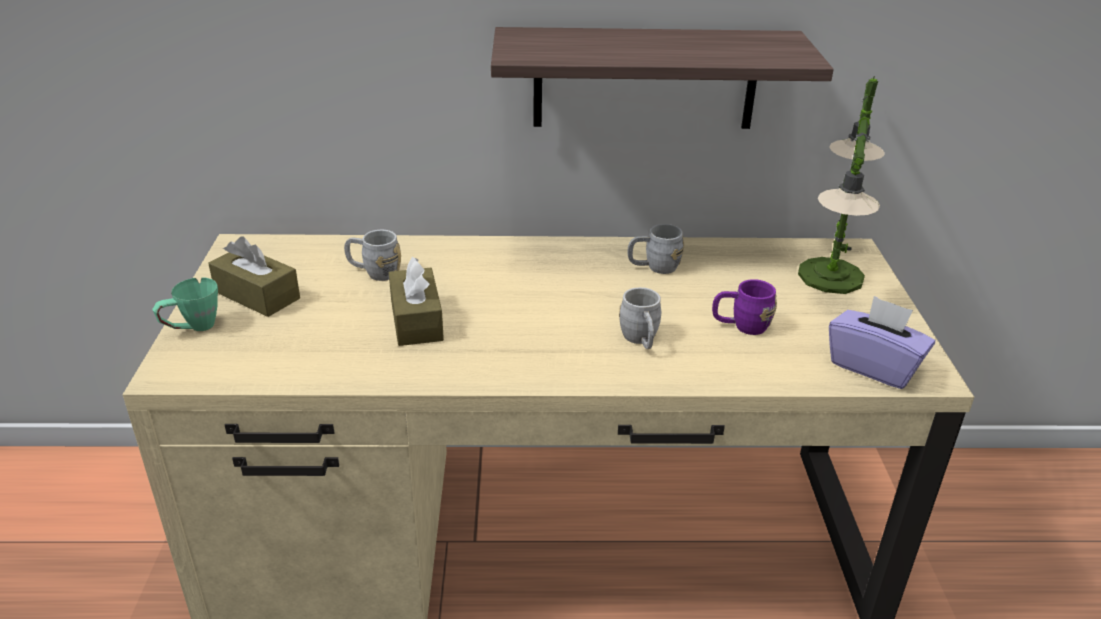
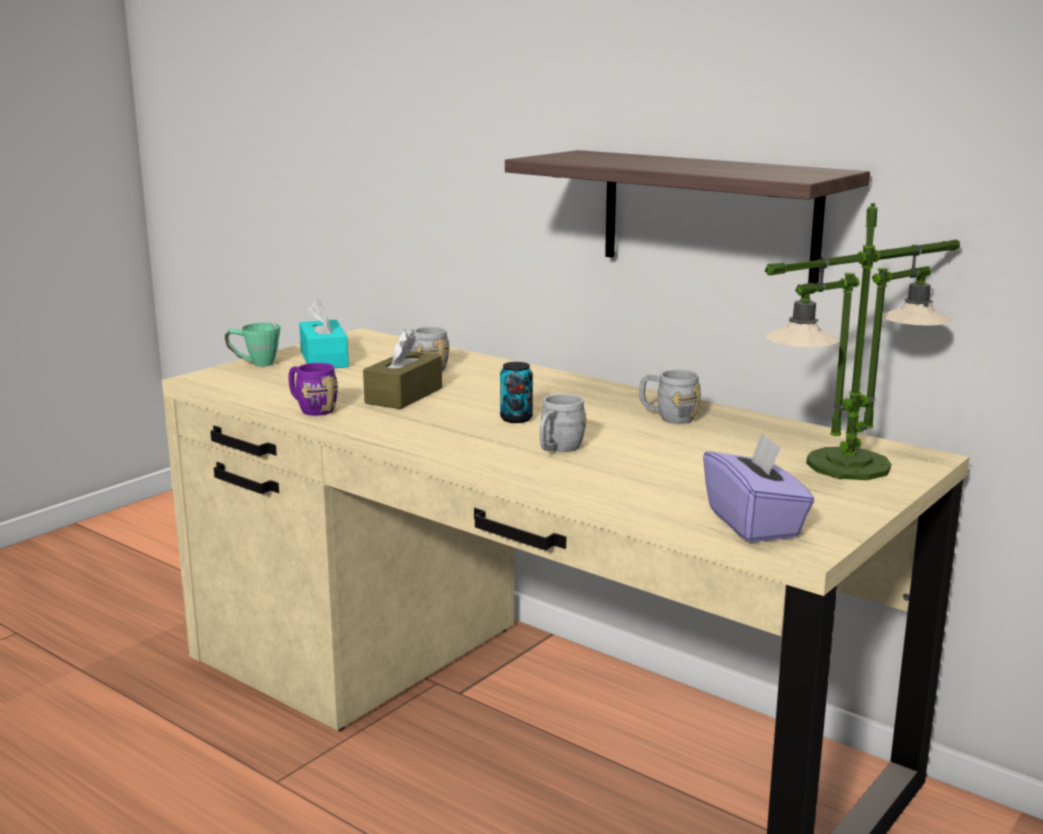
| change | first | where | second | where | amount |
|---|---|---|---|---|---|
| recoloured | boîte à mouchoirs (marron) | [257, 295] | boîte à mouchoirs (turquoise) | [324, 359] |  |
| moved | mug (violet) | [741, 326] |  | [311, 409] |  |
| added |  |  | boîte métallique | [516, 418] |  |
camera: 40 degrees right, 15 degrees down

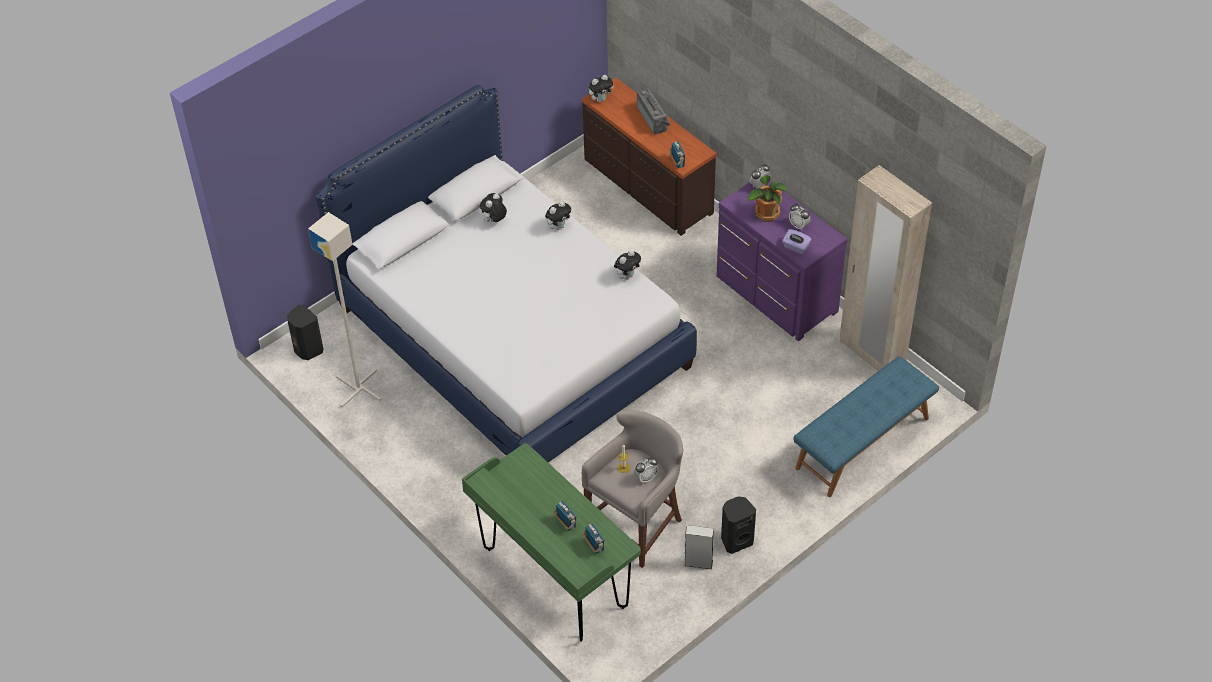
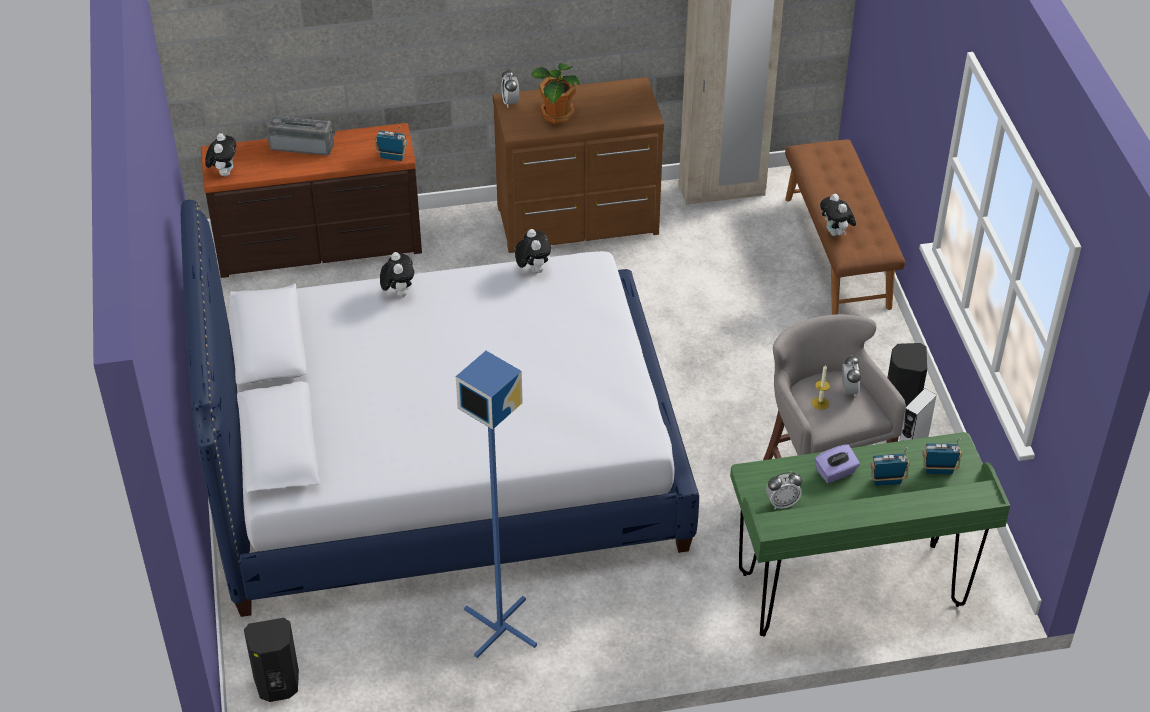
| change | first | where | second | where | amount |
|---|---|---|---|---|---|
| removed | lampadaire (gris) | [359, 388] |  |  |  |
| moved | peluche | [494, 221] |  | [836, 233] |  |
| recoloured | commode (violet) | [775, 296] | commode (marron) | [579, 222] |  |
| moved | boîte à mouchoirs (violet) | [796, 247] |  | [835, 472] |  |
| moved | réveil | [798, 225] |  | [782, 503] |  |
| recoloured | banc (bleu) | [863, 444] | banc (marron) | [838, 252] |  |
| added |  |  | lampadaire (bleu) | [500, 626] |  |
camera: 60 degrees left, 5 degrees down

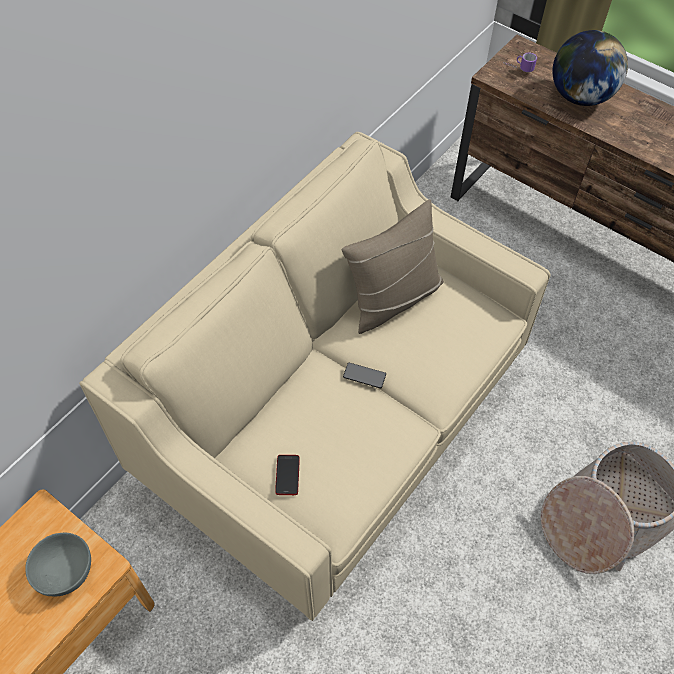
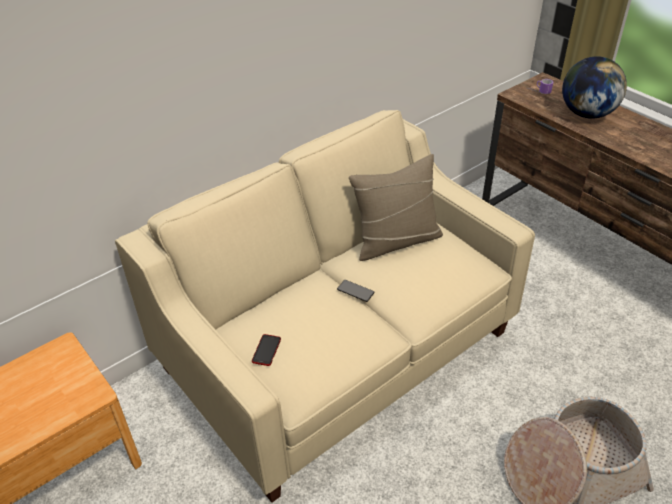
| change | first | where | second | where | amount |
|---|---|---|---|---|---|
| removed | bol (gris) | [63, 573] |  |  |  |
camera: 15 degrees right, 15 degrees down

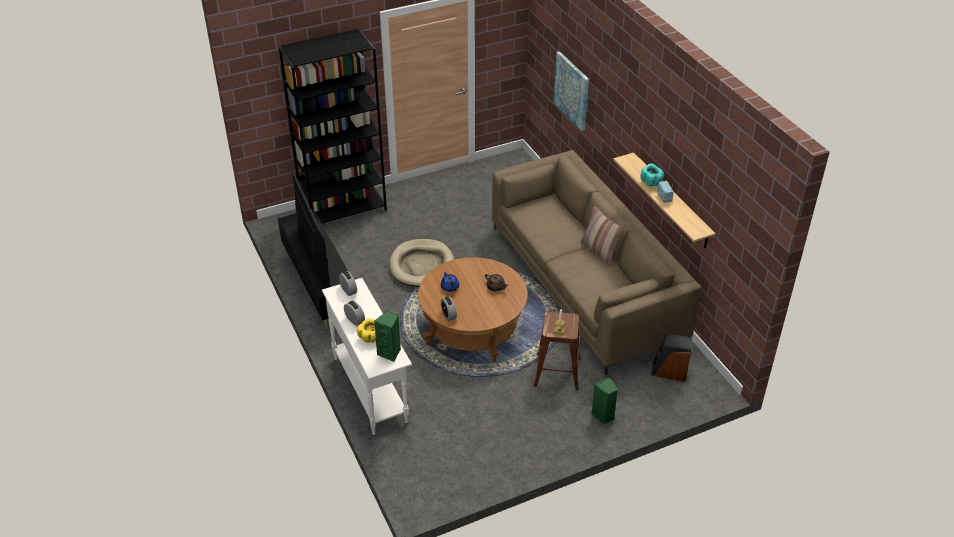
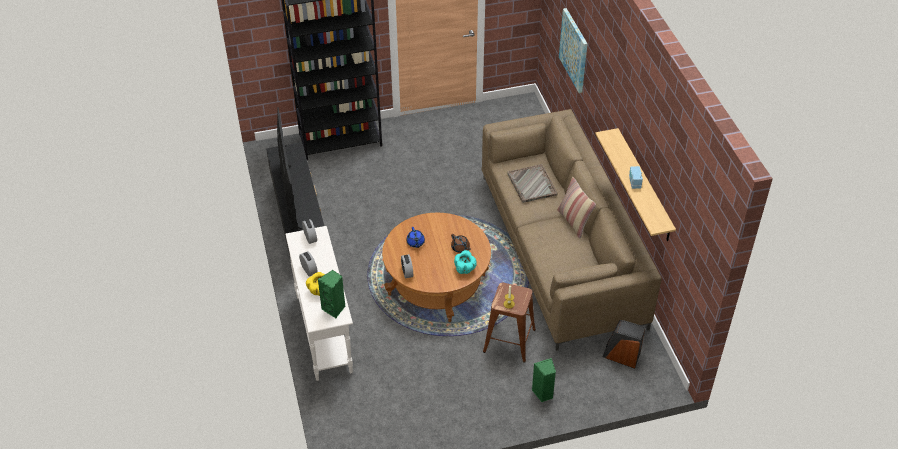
| change | first | where | second | where | amount |
|---|---|---|---|---|---|
| removed | panier pour chien (beige) | [422, 266] |  |  |  |
| moved | bol (turquoise) | [651, 182] |  | [465, 268] |  |
| added |  |  | plateau (gris) | [532, 184] |  |
camera: 10 degrees right, 5 degrees up

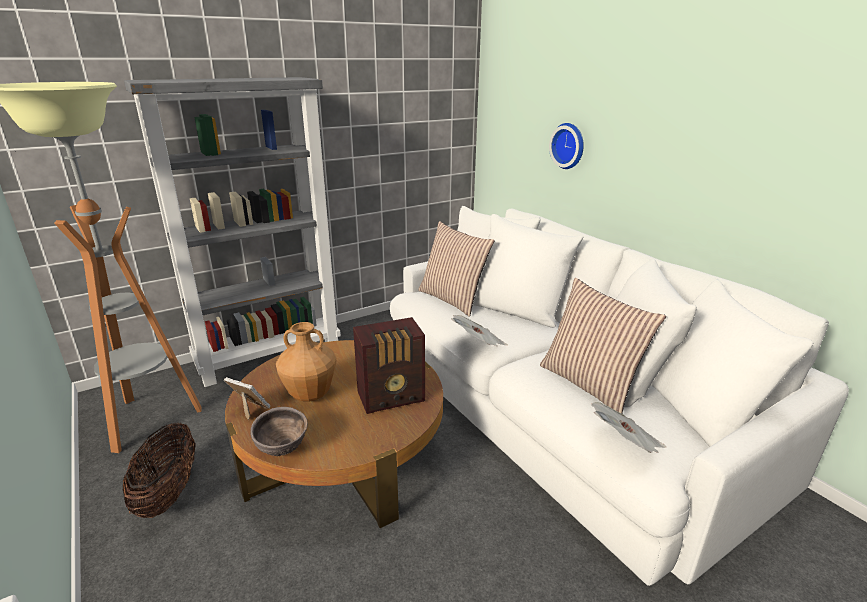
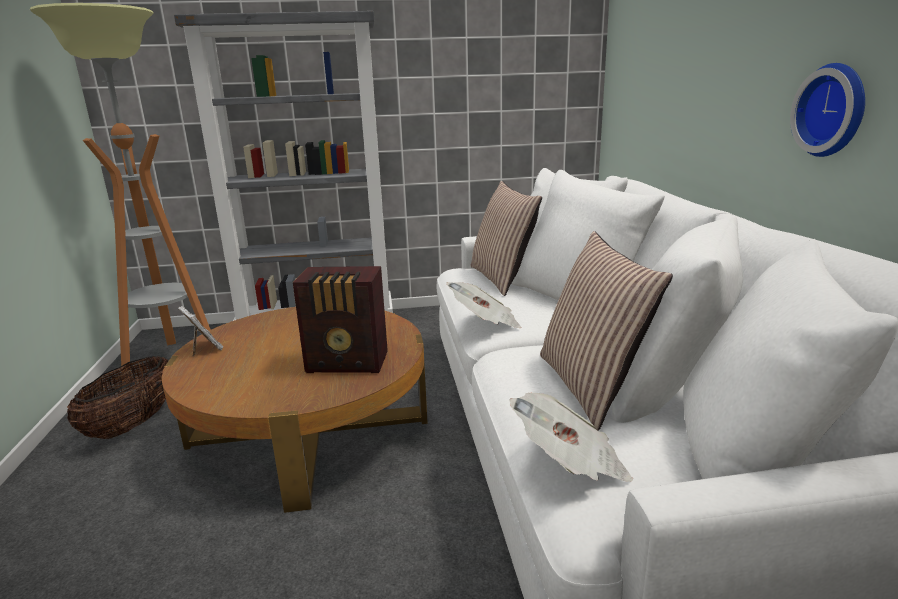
| change | first | where | second | where | amount |
|---|---|---|---|---|---|
| removed | bol (marron) | [282, 450] |  |  |  |
| removed | vase (marron) | [310, 395] |  |  |  |
| moved | horloge murale | [569, 146] |  | [834, 110] |  |
camera: 25 degrees right, 5 degrees down

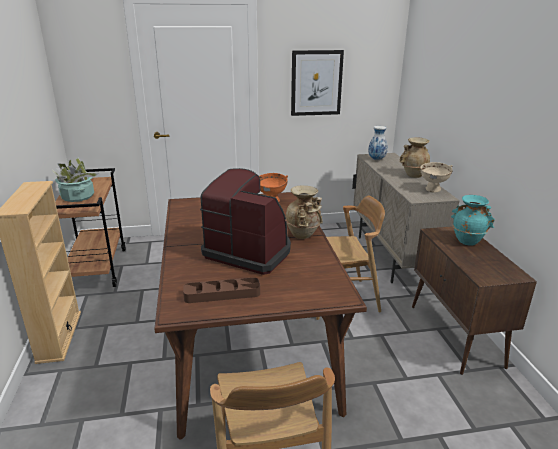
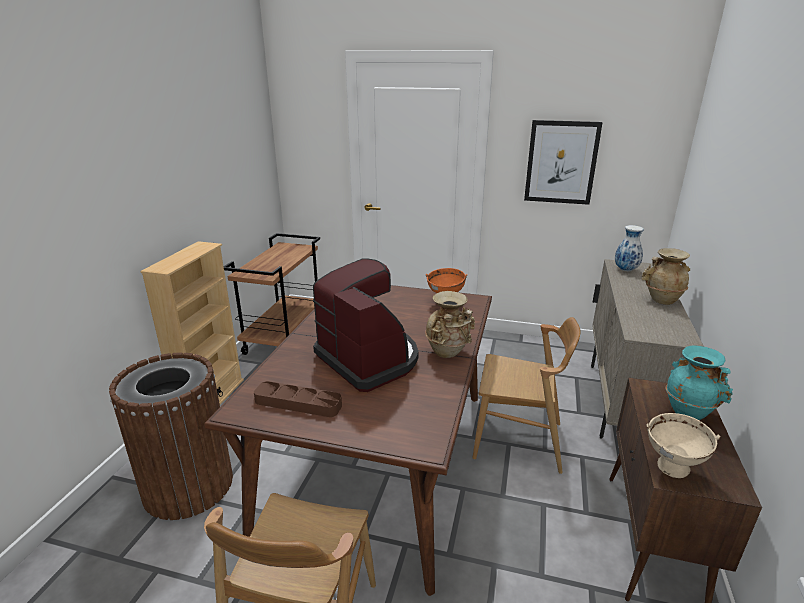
| change | first | where | second | where | amount |
|---|---|---|---|---|---|
| removed | plante en pot | [77, 196] |  |  |  |
| moved | bol (beige) | [433, 190] |  | [672, 470] |  |
| added |  |  | poubelle (marron) | [188, 486] |  |
camera: 25 degrees right, 0 degrees up

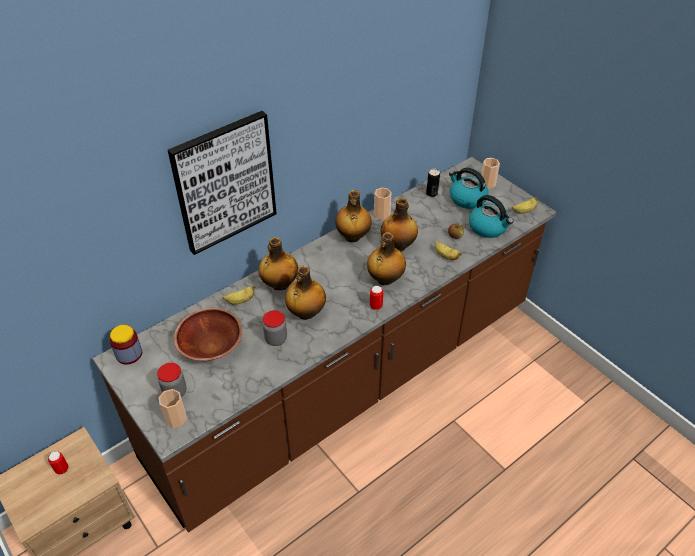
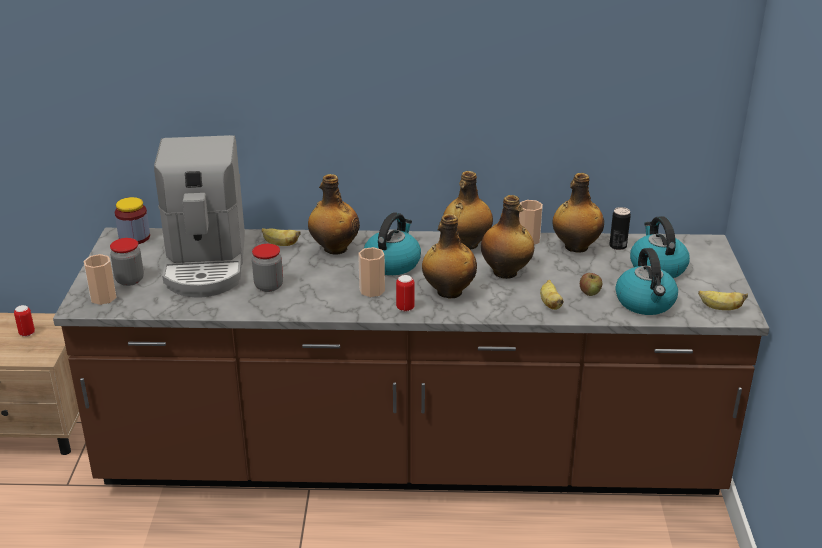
| change | first | where | second | where | amount |
|---|---|---|---|---|---|
| removed | tableau | [224, 182] |  |  |  |
| replaced | bol (marron) | [211, 346] | machine à café | [206, 263] |  |
| moved | bouteille | [306, 313] |  | [575, 247] |  |
| moved | tasse | [487, 183] |  | [372, 290] |  |
| added |  |  | bouilloire | [392, 263] |  |
camera: 40 degrees right, 15 degrees down

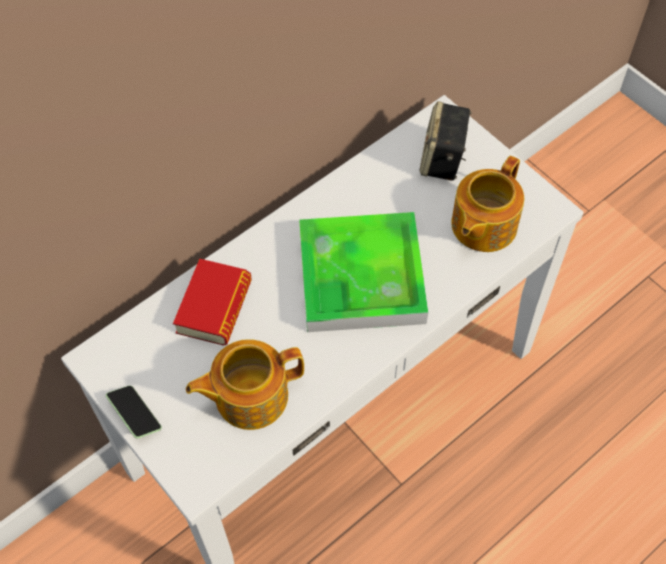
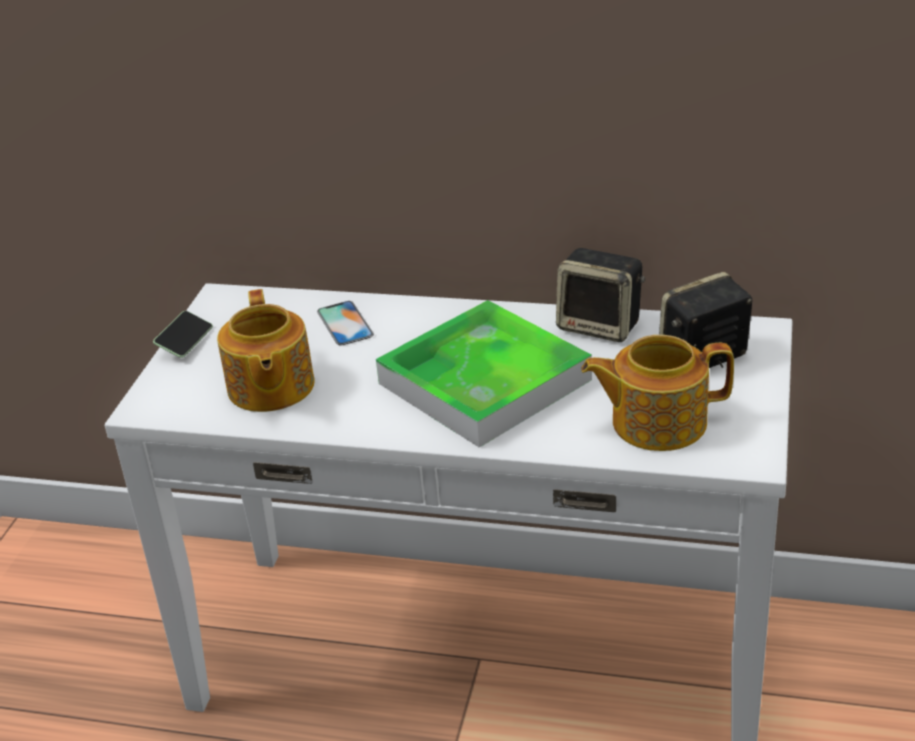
| change | first | where | second | where | amount |
|---|---|---|---|---|---|
| replaced | livre | [214, 307] | téléphone | [345, 323] |  |
| turned | théière | [249, 395] |  | [270, 388] | 135 degrees counterclockwise |
| added |  |  | enceinte | [601, 325] |  |
camera: 55 degrees right, 25 degrees down

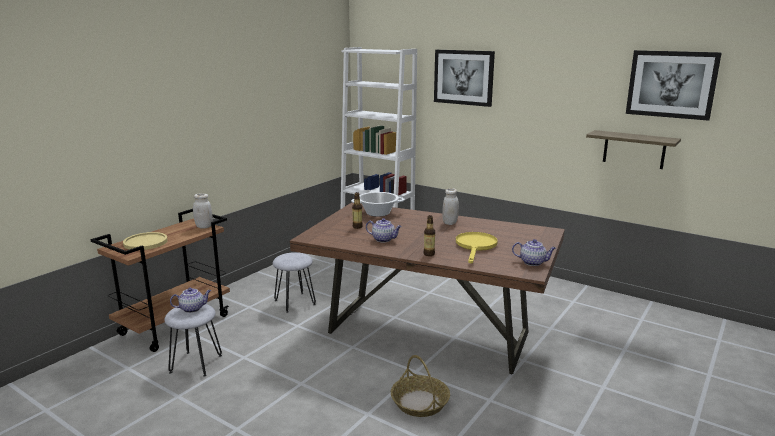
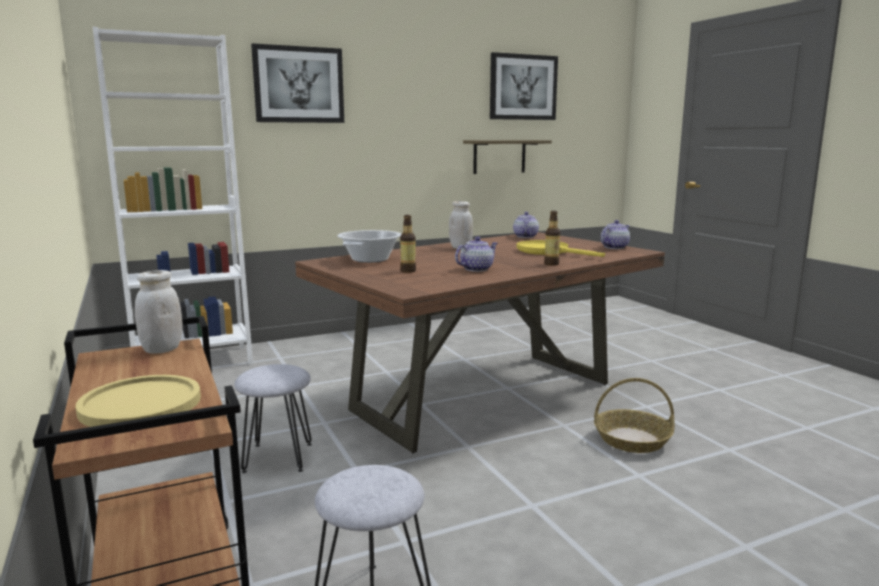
| change | first | where | second | where | amount |
|---|---|---|---|---|---|
| moved | théière | [192, 309] |  | [525, 236] |  |
camera: 60 degrees left, 5 degrees down

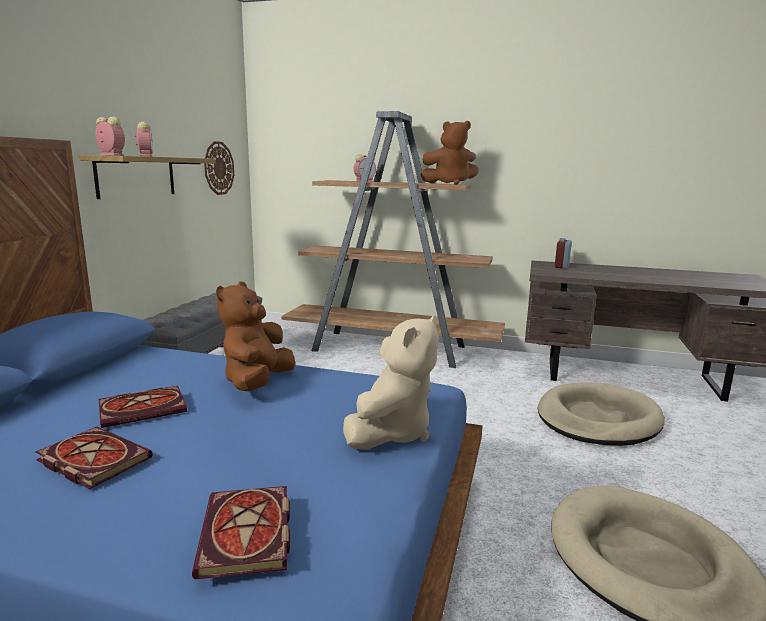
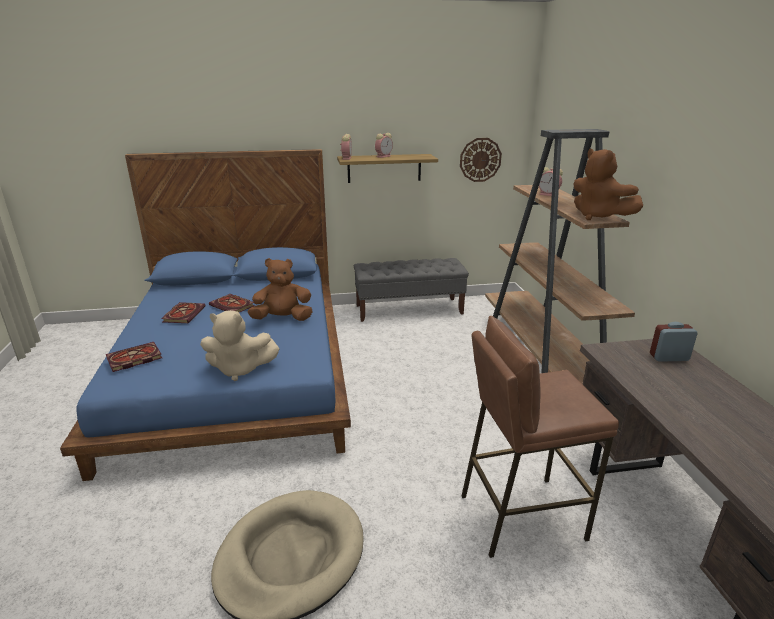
| change | first | where | second | where | amount |
|---|---|---|---|---|---|
| replaced | panier pour chien (beige) | [597, 419] | tabouret (marron) | [520, 515] |  |
camera: 65 degrees right, 10 degrees up

